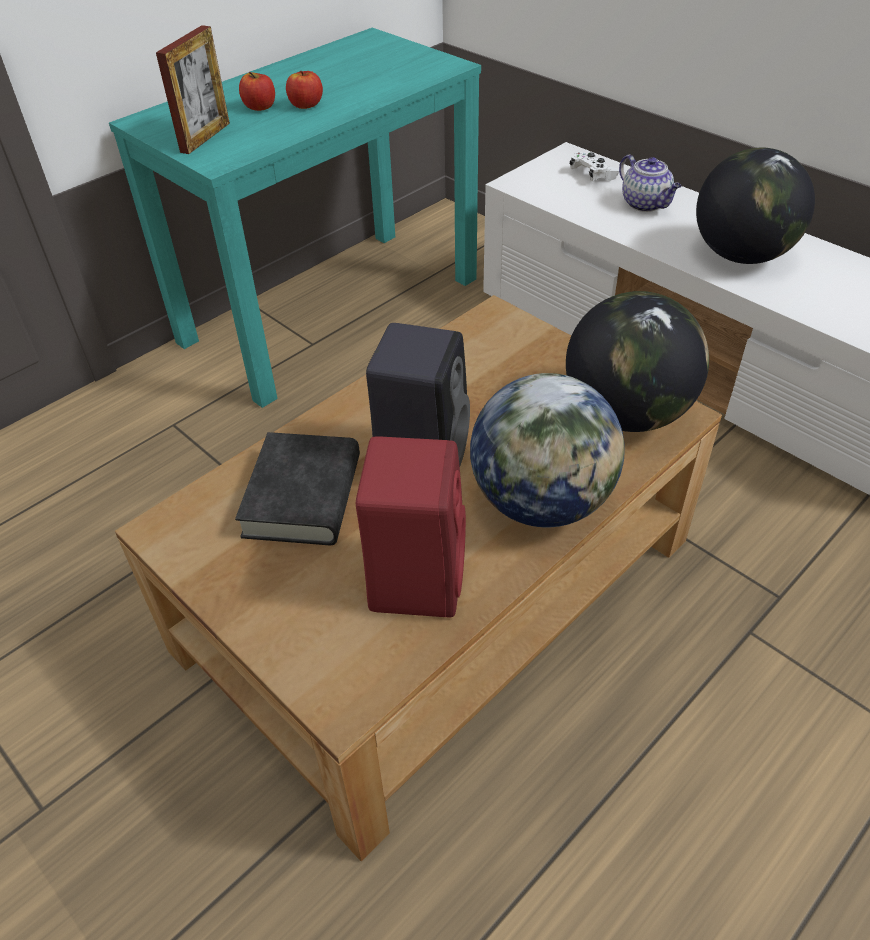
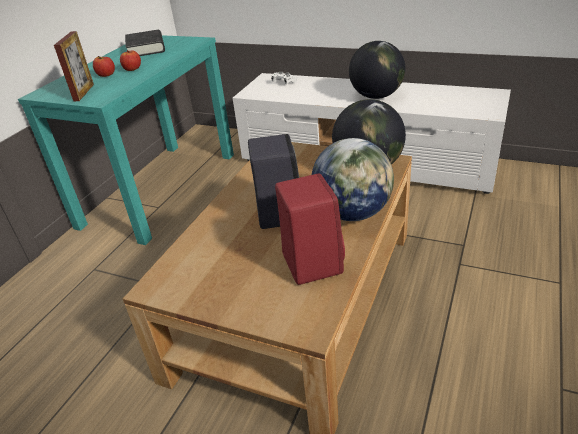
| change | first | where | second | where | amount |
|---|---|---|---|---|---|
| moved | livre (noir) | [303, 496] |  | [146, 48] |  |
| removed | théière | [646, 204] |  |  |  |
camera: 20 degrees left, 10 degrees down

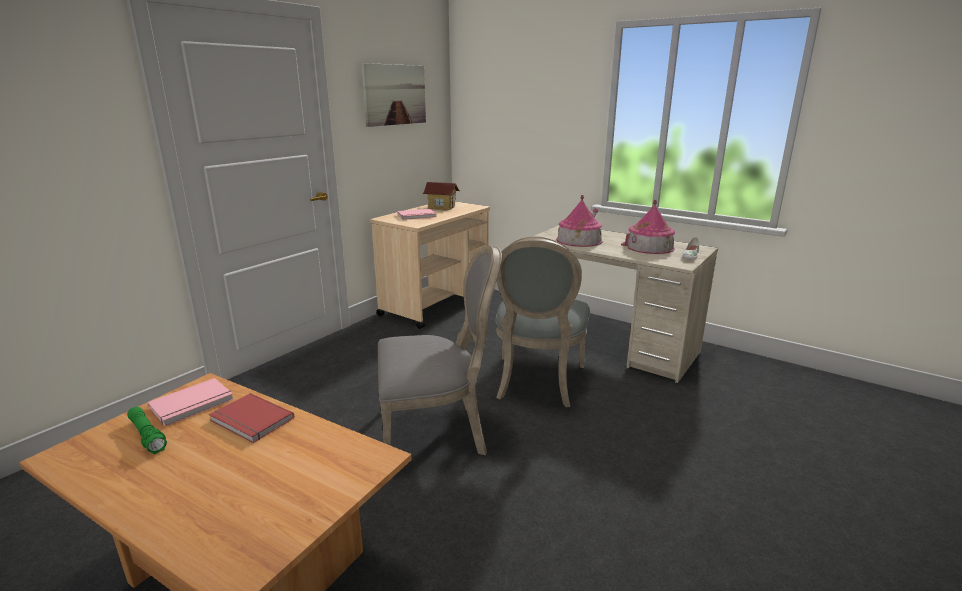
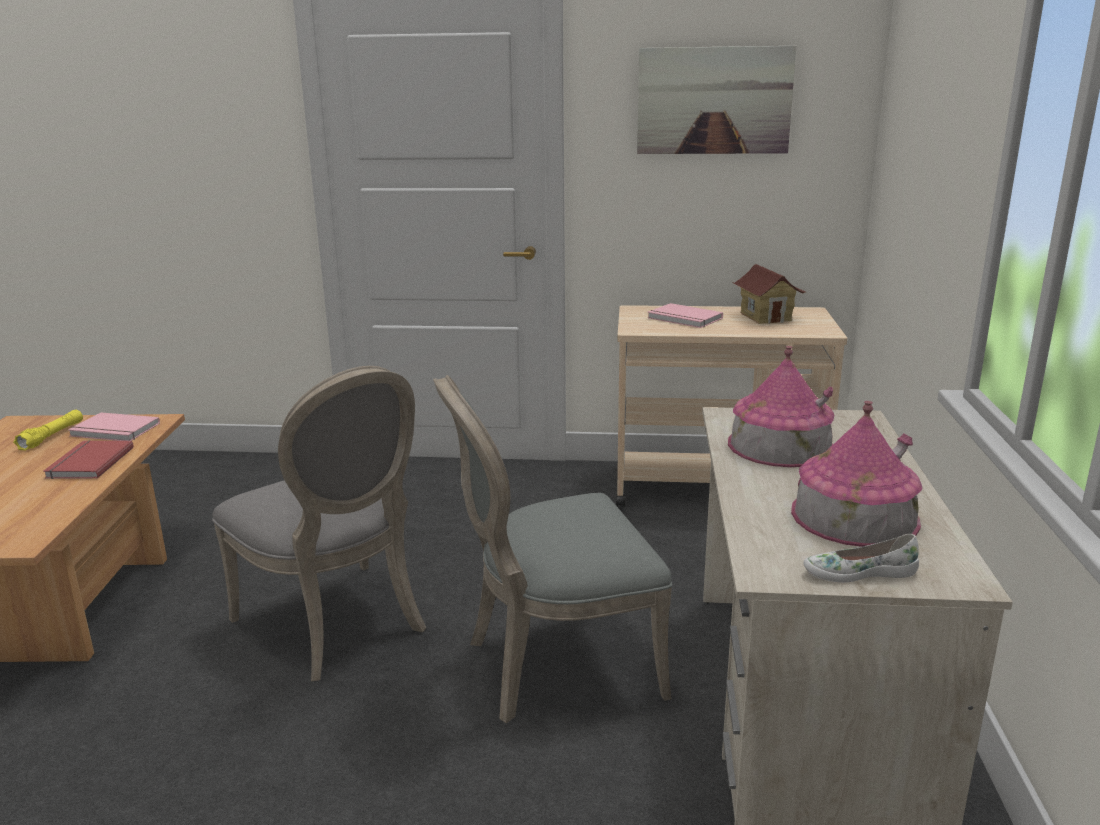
| change | first | where | second | where | amount |
|---|---|---|---|---|---|
| recoloured | lampe de poche (vert) | [147, 435] | lampe de poche (jaune) | [52, 436] |  |
camera: 60 degrees right, 0 degrees up

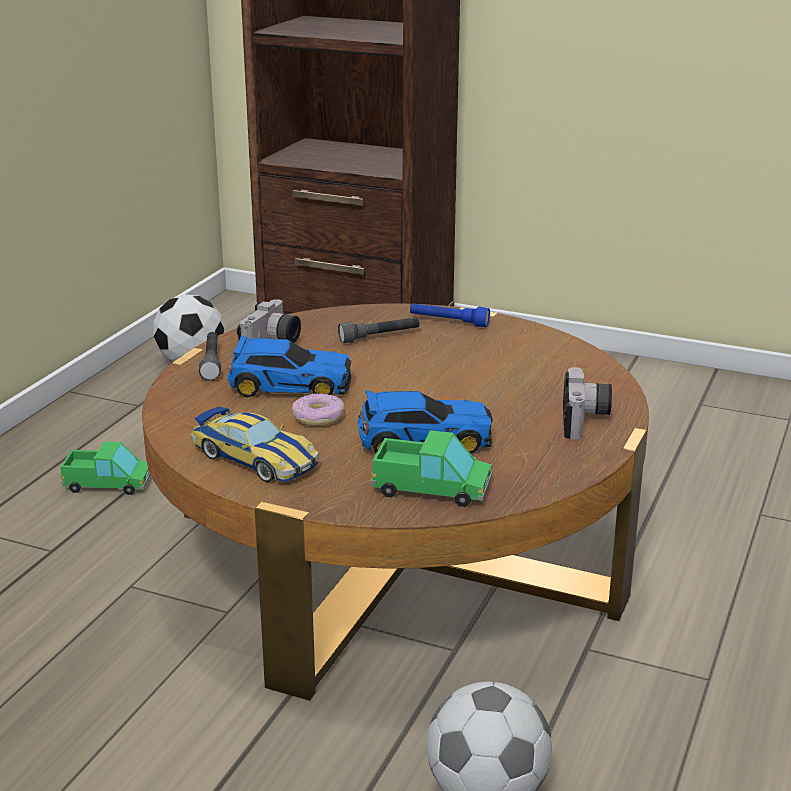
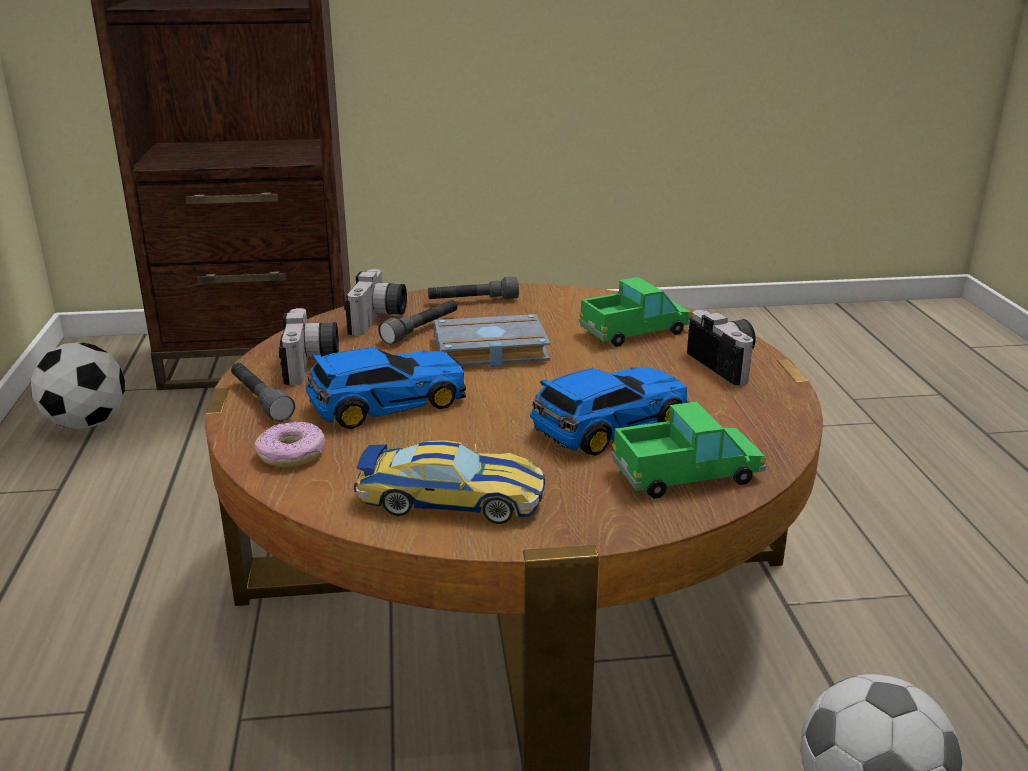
| change | first | where | second | where | amount |
|---|---|---|---|---|---|
| moved | camion jouet | [108, 483] |  | [635, 331] |  |
| moved | beignet | [318, 417] |  | [292, 454] |  |
| recoloured | lampe de poche (bleu) | [448, 322] | lampe de poche (gris) | [473, 301] |  |
| added |  |  | appareil photo | [379, 320] |  |
| added |  |  | livre (gris) | [488, 351] |  |
camera: 30 degrees left, 0 degrees up

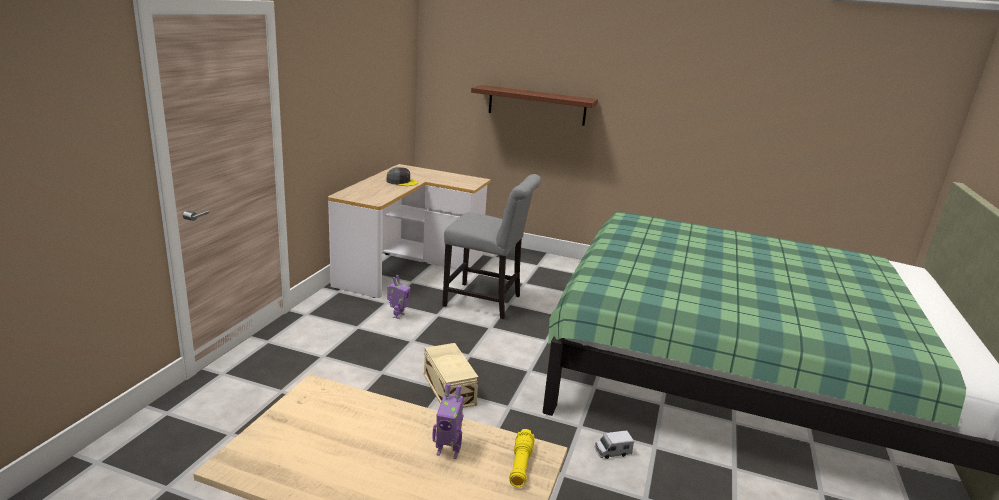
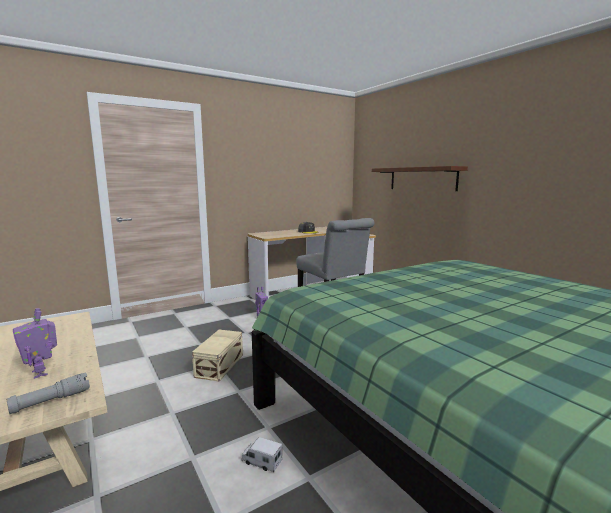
| change | first | where | second | where | amount |
|---|---|---|---|---|---|
| recoloured | lampe de poche (jaune) | [520, 465] | lampe de poche (gris) | [51, 401] |  |
camera: 40 degrees right, 10 degrees down

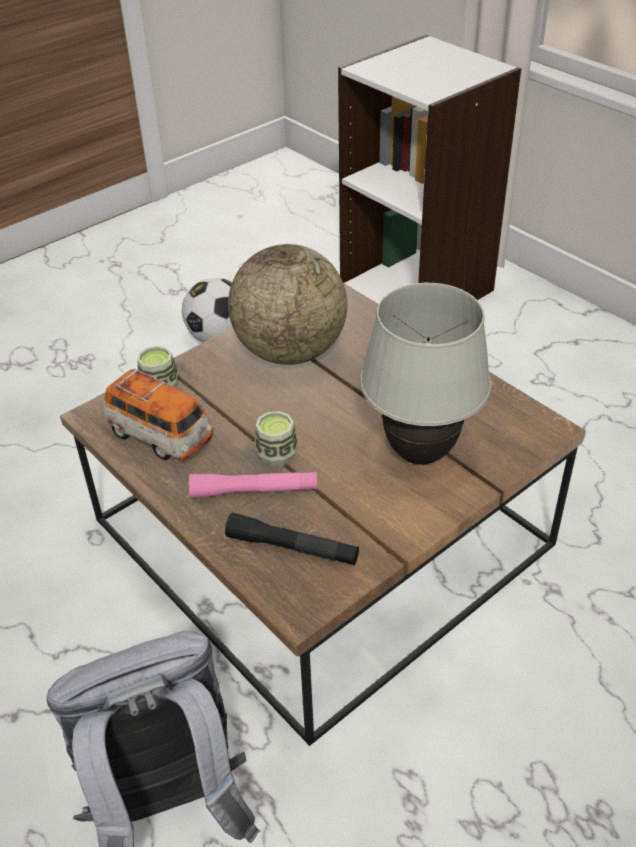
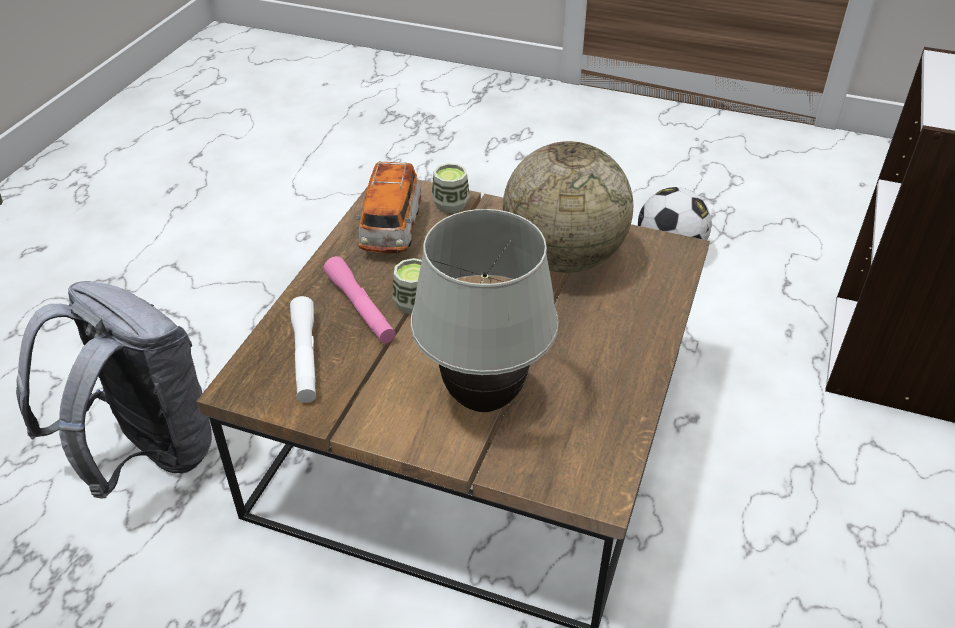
| change | first | where | second | where | amount |
|---|---|---|---|---|---|
| recoloured | lampe de poche (noir) | [292, 548] | lampe de poche (blanc) | [305, 357] |  |
camera: 60 degrees right, 0 degrees up

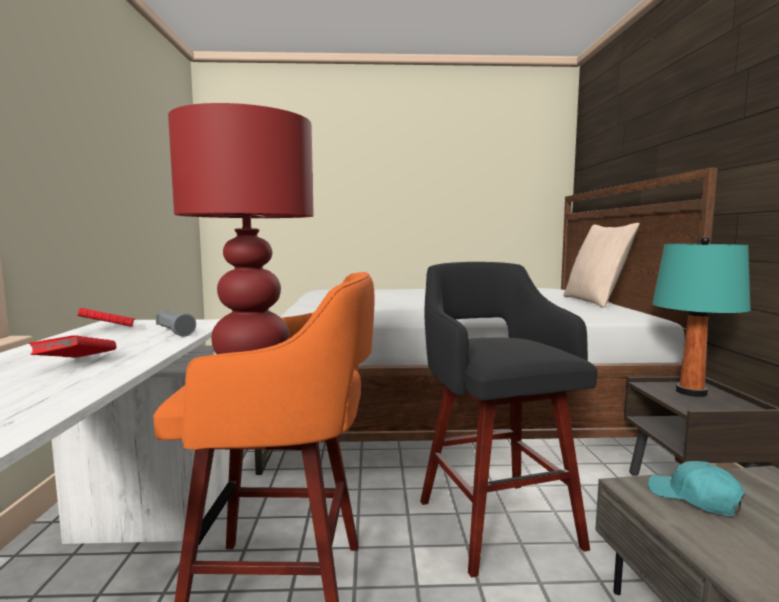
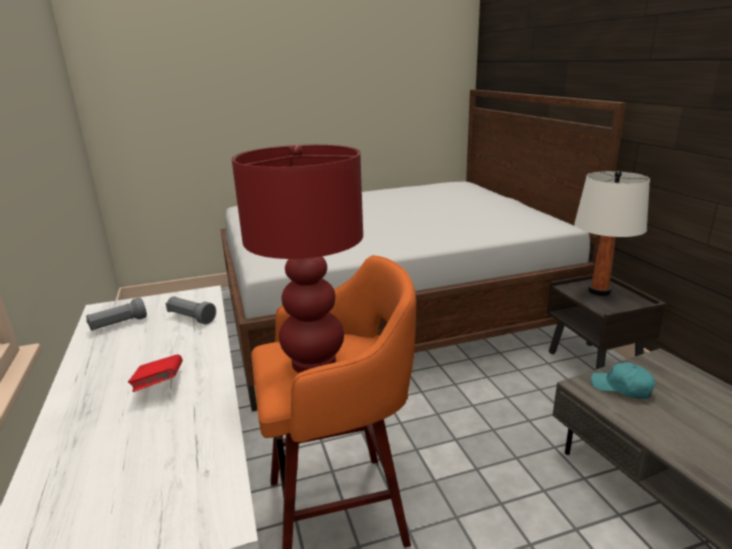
| change | first | where | second | where | amount |
|---|---|---|---|---|---|
| replaced | livre (rouge) | [108, 330] | lampe de poche (gris) | [118, 324] |  |
| removed | tabouret (noir) | [495, 520] |  |  |  |
| removed | coussin (beige) | [595, 301] |  |  |  |
| recoloured | lampe de table (turquoise) | [691, 392] | lampe de table (blanc) | [599, 291] |  |
camera: 15 degrees left, 15 degrees up

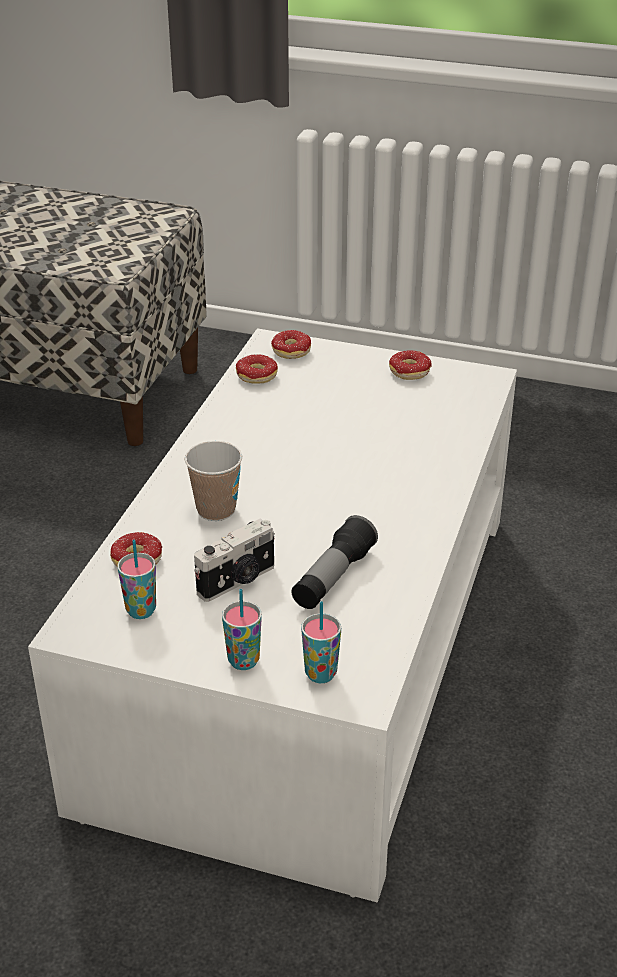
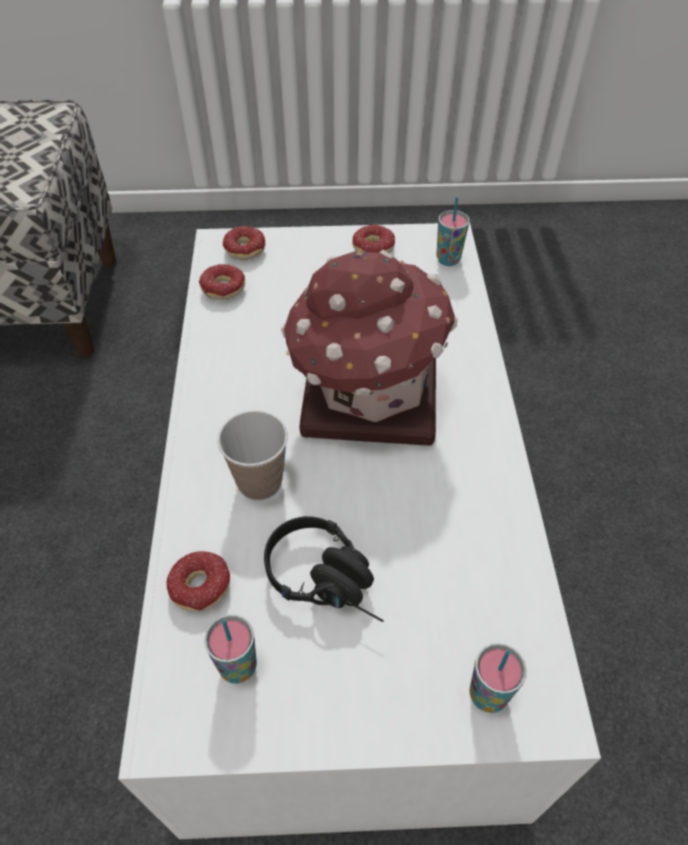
| change | first | where | second | where | amount |
|---|---|---|---|---|---|
| replaced | appareil photo | [238, 581] | casque audio (noir) | [330, 581] |  |
| moved | tasse | [243, 661] |  | [448, 260] |  |
| removed | lampe de poche | [333, 577] |  |  |  |
| added |  |  | maison miniature | [366, 397] |  |
camera: 20 degrees left, 15 degrees up

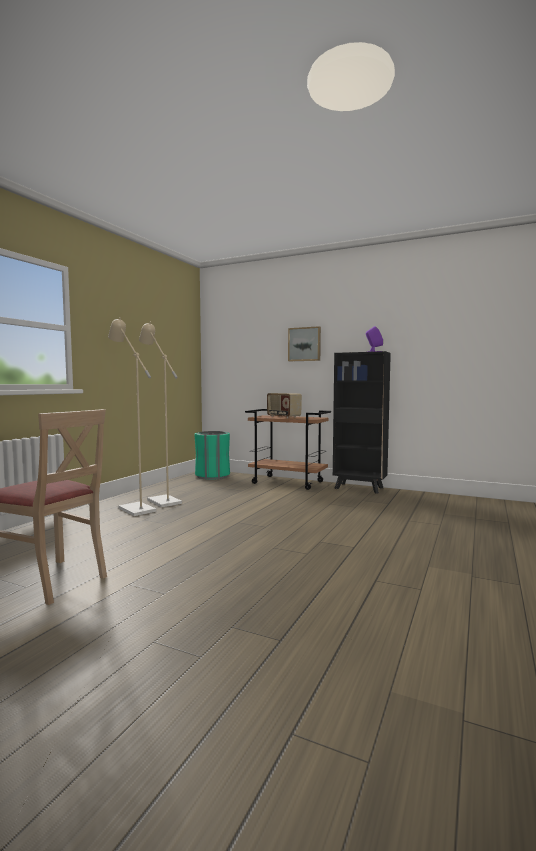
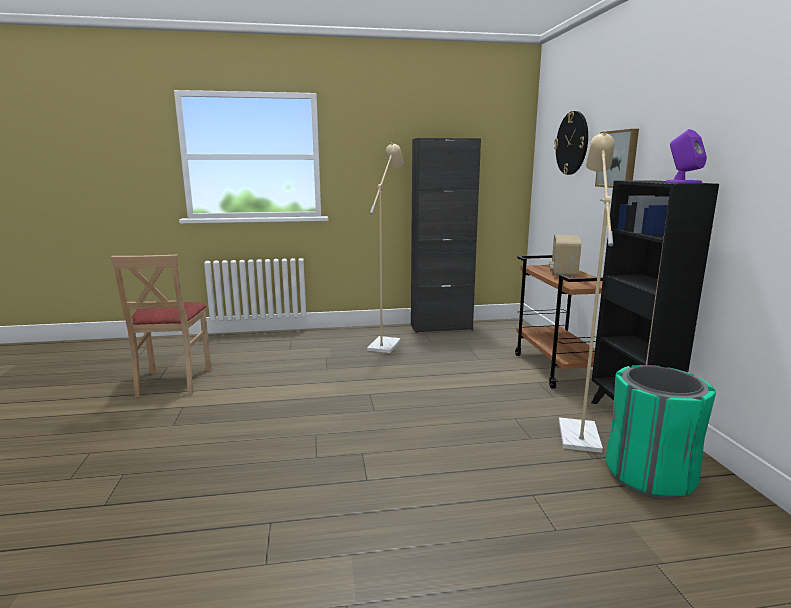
| change | first | where | second | where | amount |
|---|---|---|---|---|---|
| moved | lampadaire (beige) | [133, 508] |  | [577, 430] |  |
| moved | poubelle (vert) | [212, 476] |  | [649, 476] |  |
| added |  |  | meuble de rangement (noir) | [441, 327] |  |
| added |  |  | horloge murale | [572, 143] |  |
camera: 55 degrees right, 10 degrees up

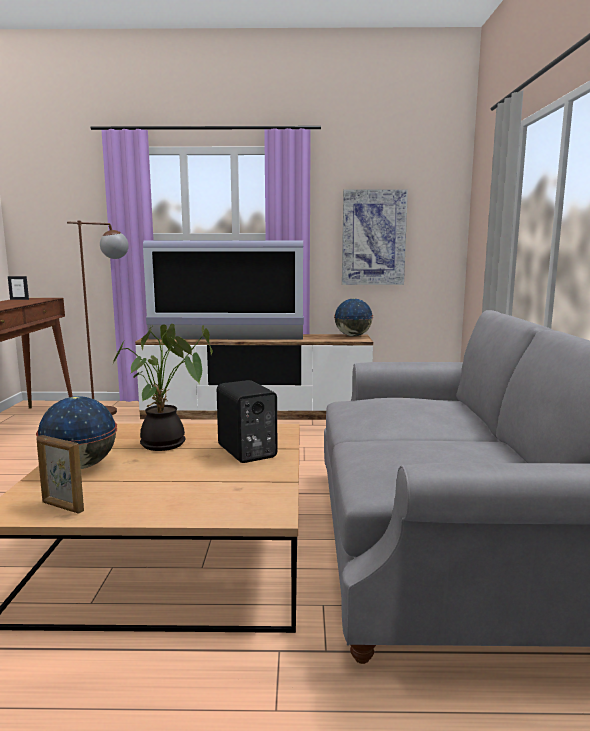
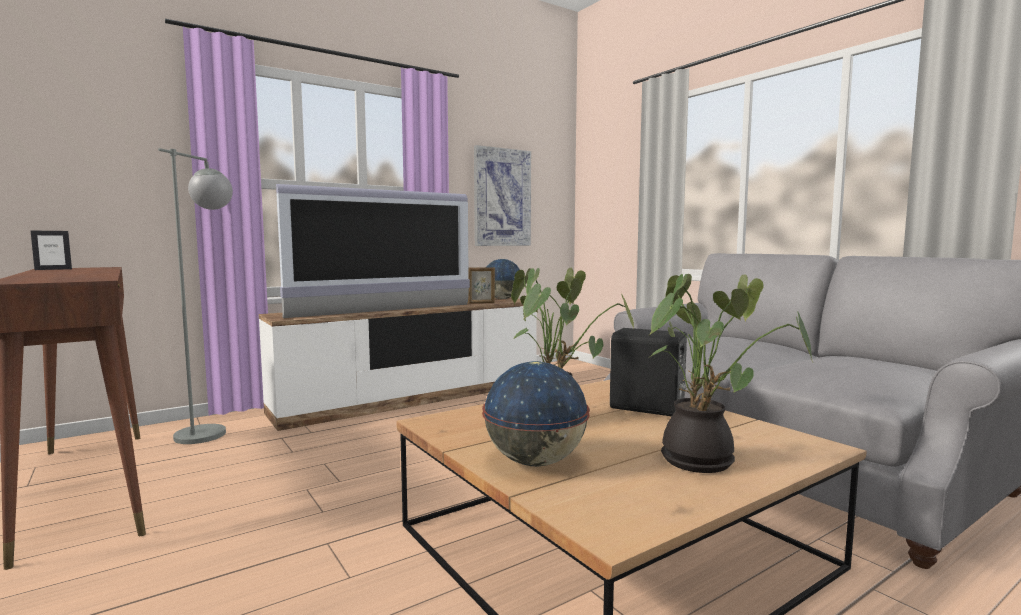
| change | first | where | second | where | amount |
|---|---|---|---|---|---|
| moved | cadre photo | [62, 507] |  | [481, 303] |  |
| recoloured | lampadaire (marron) | [111, 410] | lampadaire (gris) | [210, 430] |  |
| added |  |  | plante en pot | [704, 462] |  |
camera: 35 degrees left, 5 degrees down

